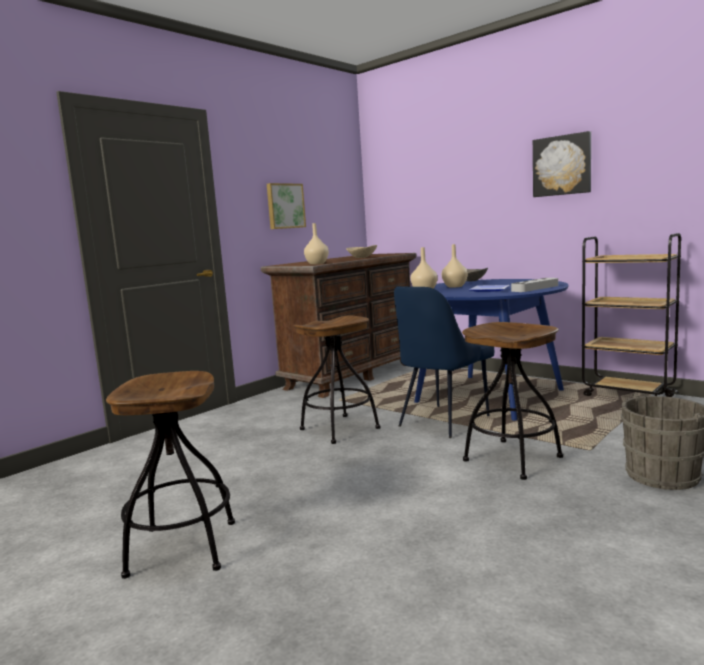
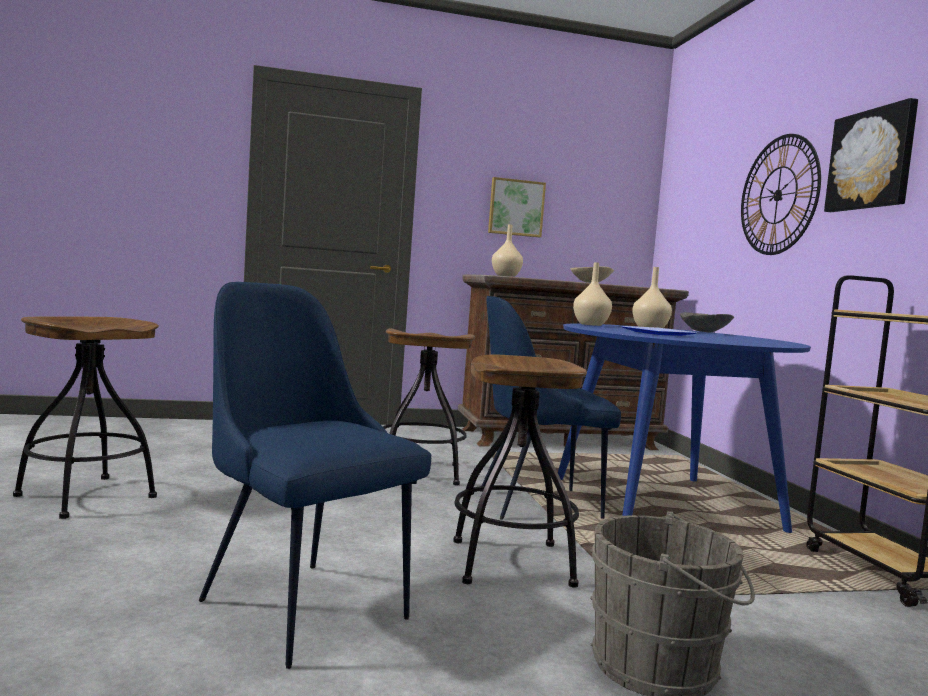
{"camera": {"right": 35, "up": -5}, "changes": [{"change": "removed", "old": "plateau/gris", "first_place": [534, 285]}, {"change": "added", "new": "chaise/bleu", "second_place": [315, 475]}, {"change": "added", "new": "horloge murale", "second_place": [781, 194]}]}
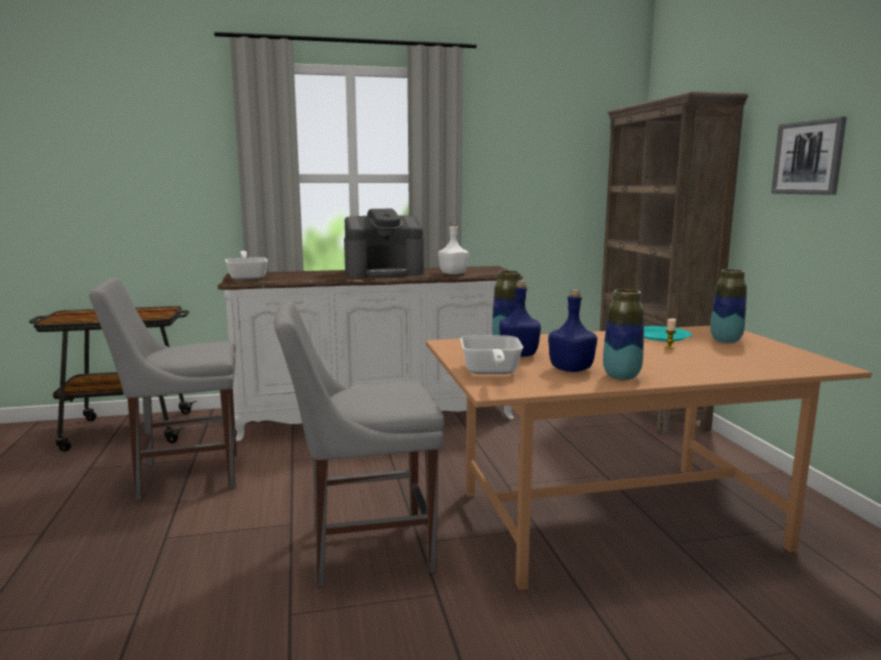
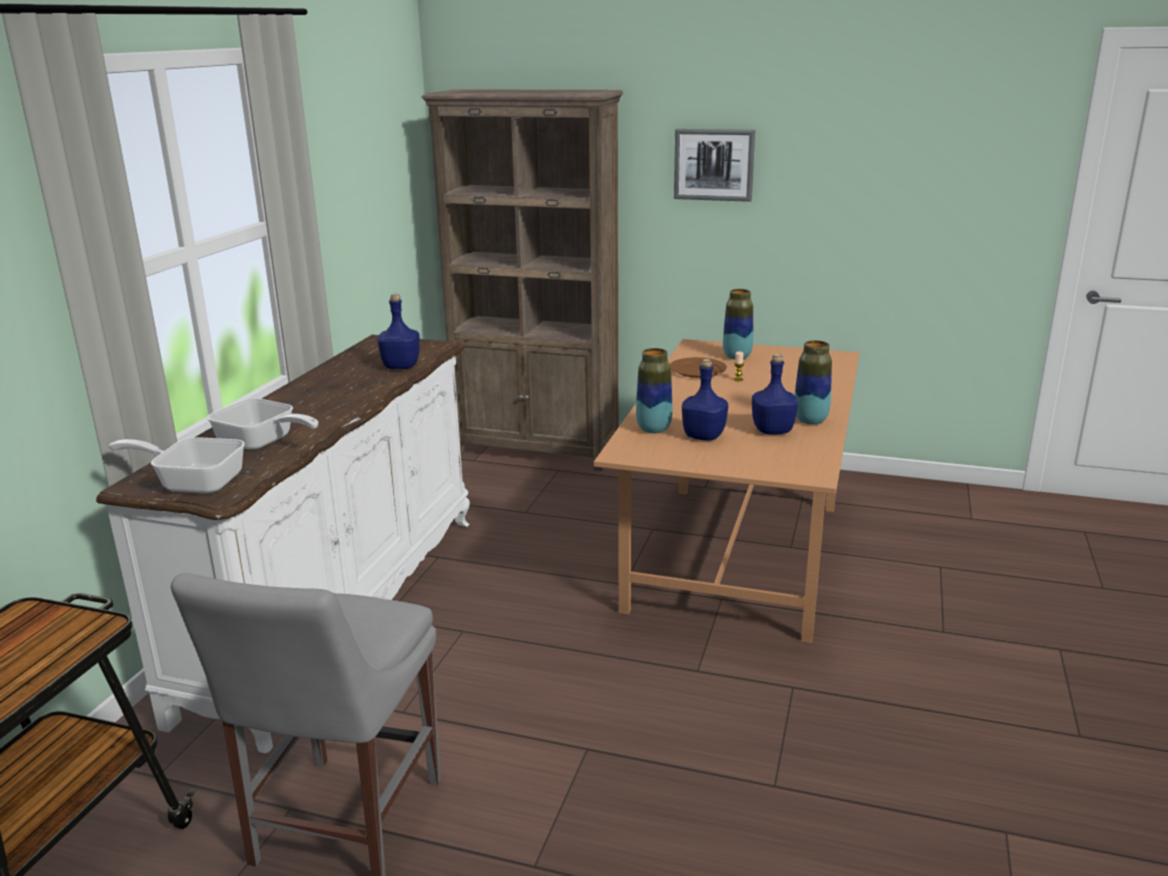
{"camera": {"right": -60, "up": 10}, "changes": [{"change": "removed", "old": "chaise/gris", "first_place": [359, 444]}, {"change": "removed", "old": "machine à café", "first_place": [384, 243]}, {"change": "recoloured", "old": "bouteille/blanc", "new": "bouteille/bleu", "first_place": [453, 248], "second_place": [398, 331]}, {"change": "moved", "old": "poêle", "first_place": [491, 355], "second_place": [262, 424]}, {"change": "recoloured", "old": "assiette/turquoise", "new": "assiette/marron", "first_place": [668, 333], "second_place": [698, 367]}]}
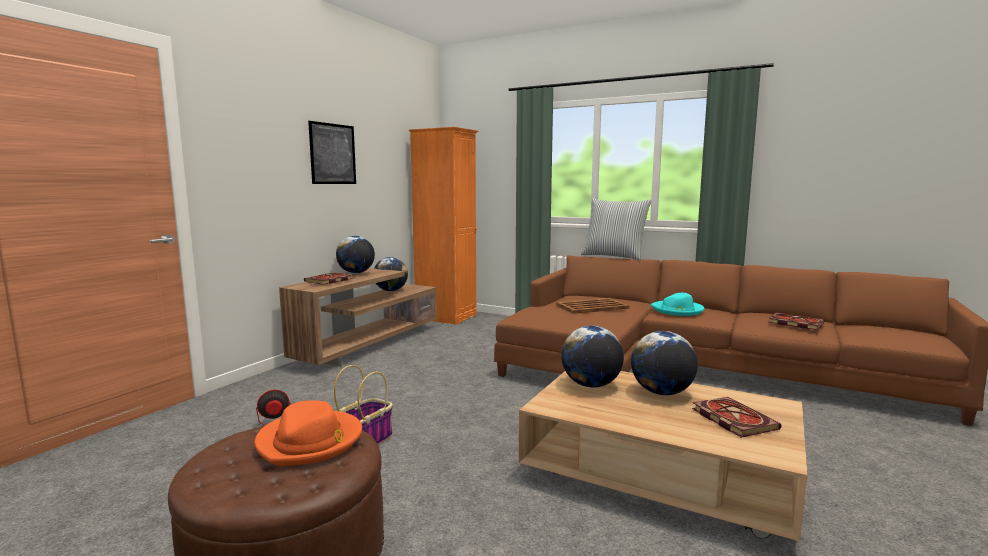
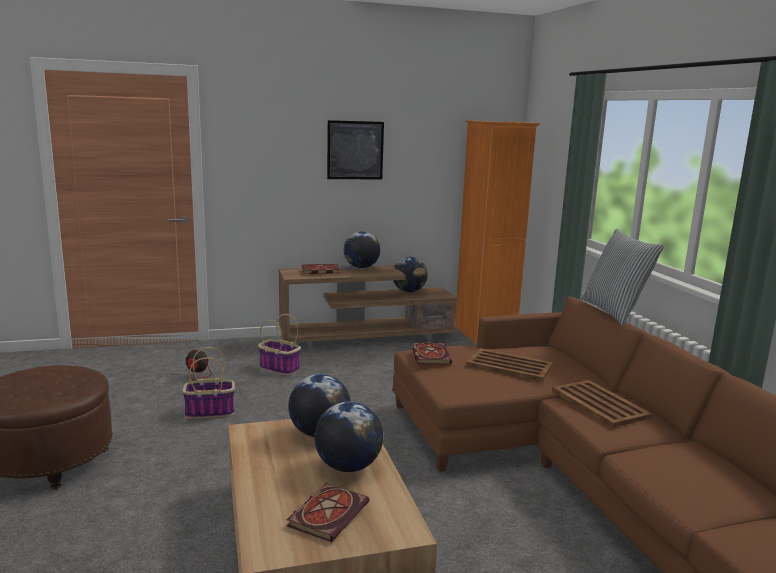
{"camera": {"right": 45, "up": 5}, "changes": [{"change": "removed", "old": "chapeau/orange", "first_place": [308, 433]}, {"change": "replaced", "old": "chapeau/turquoise", "new": "plateau/marron", "first_place": [678, 304], "second_place": [602, 404]}, {"change": "moved", "old": "livre", "first_place": [797, 321], "second_place": [432, 353]}, {"change": "added", "new": "panier", "second_place": [279, 344]}]}
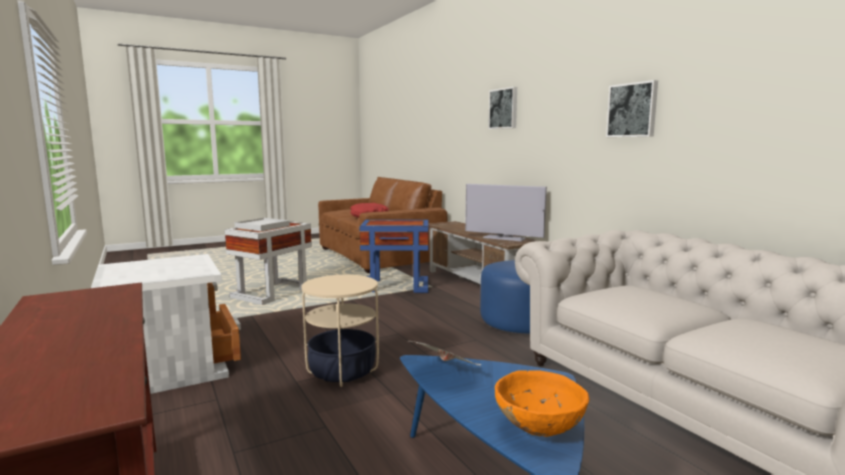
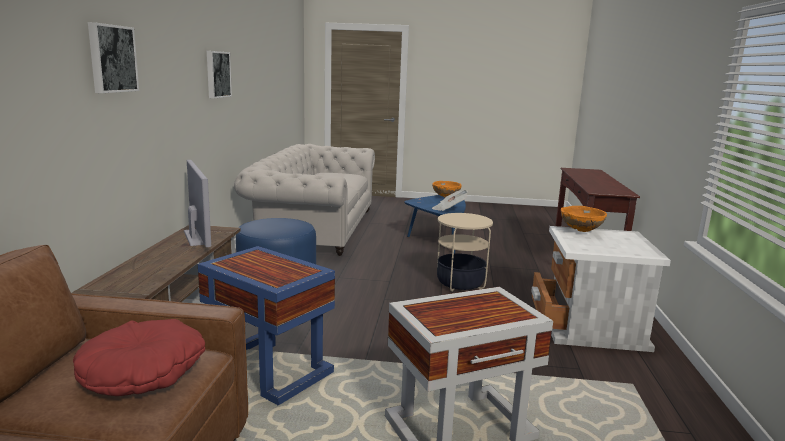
{"camera": {"right": -145, "up": 5}, "changes": [{"change": "removed", "old": "plateau/blanc", "first_place": [262, 224]}, {"change": "added", "new": "bol/orange", "second_place": [584, 219]}]}
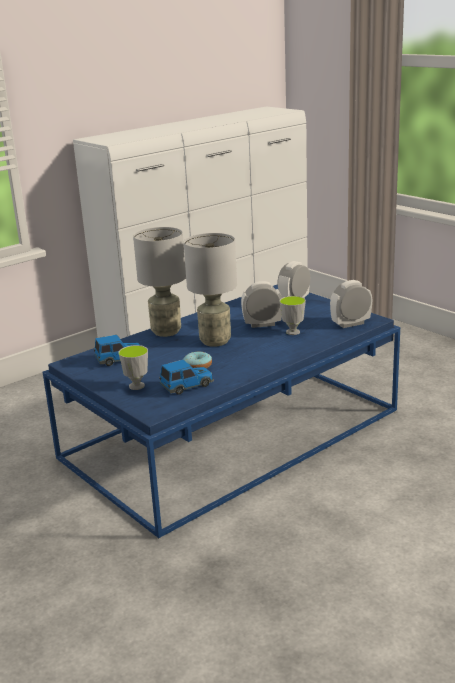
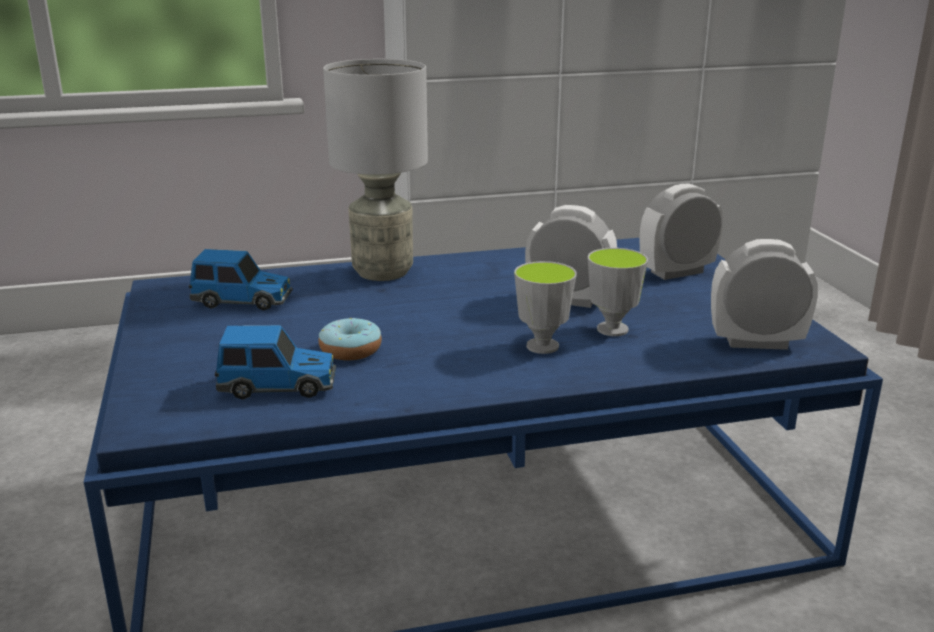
{"camera": {"right": 25, "up": 0}, "changes": [{"change": "moved", "old": "tasse", "first_place": [133, 367], "second_place": [545, 307]}, {"change": "removed", "old": "lampe de table/gris", "first_place": [210, 290]}]}
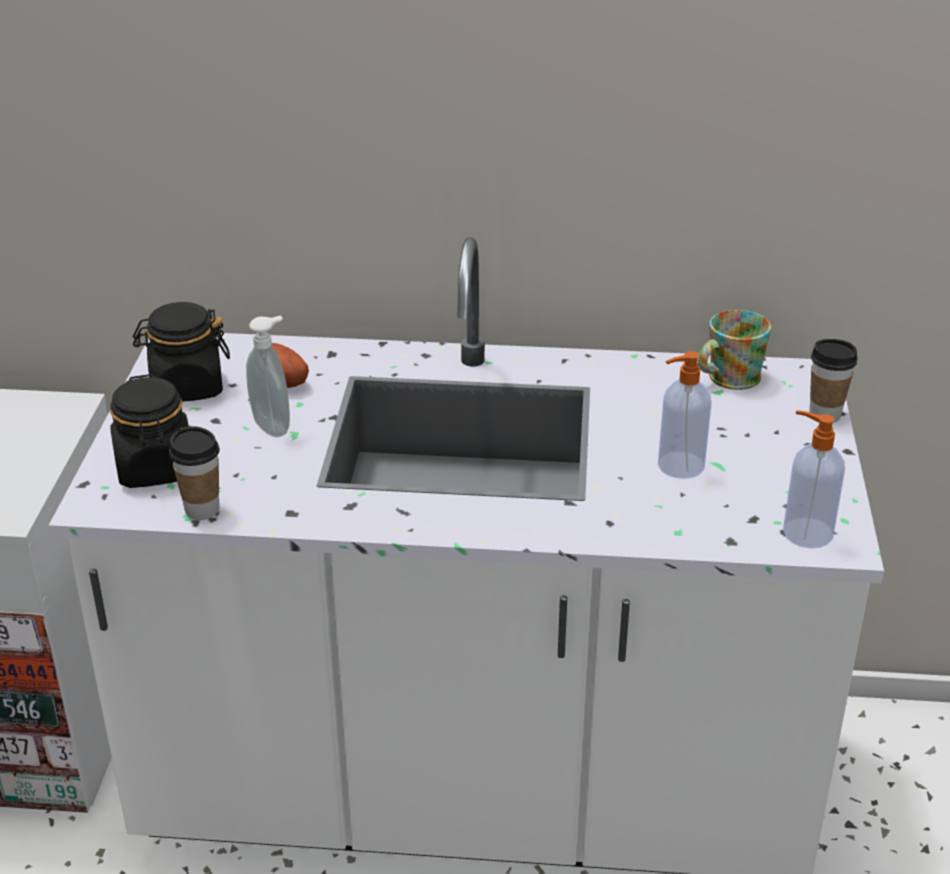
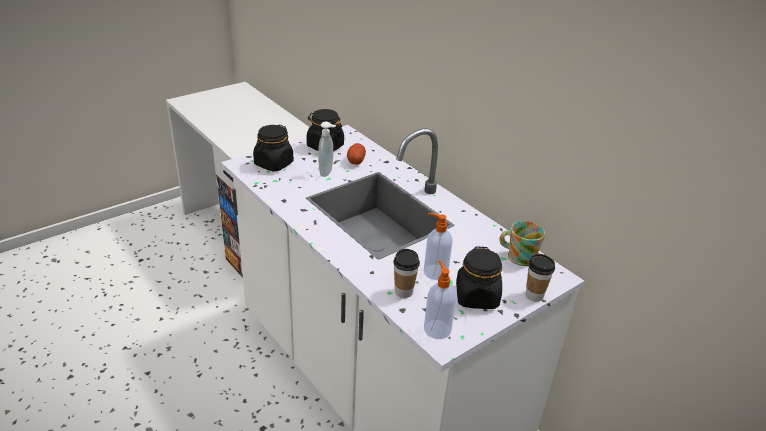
{"camera": {"right": 45, "up": 0}, "changes": [{"change": "moved", "old": "tasse", "first_place": [194, 473], "second_place": [406, 273]}, {"change": "added", "new": "bocal/noir", "second_place": [479, 277]}]}
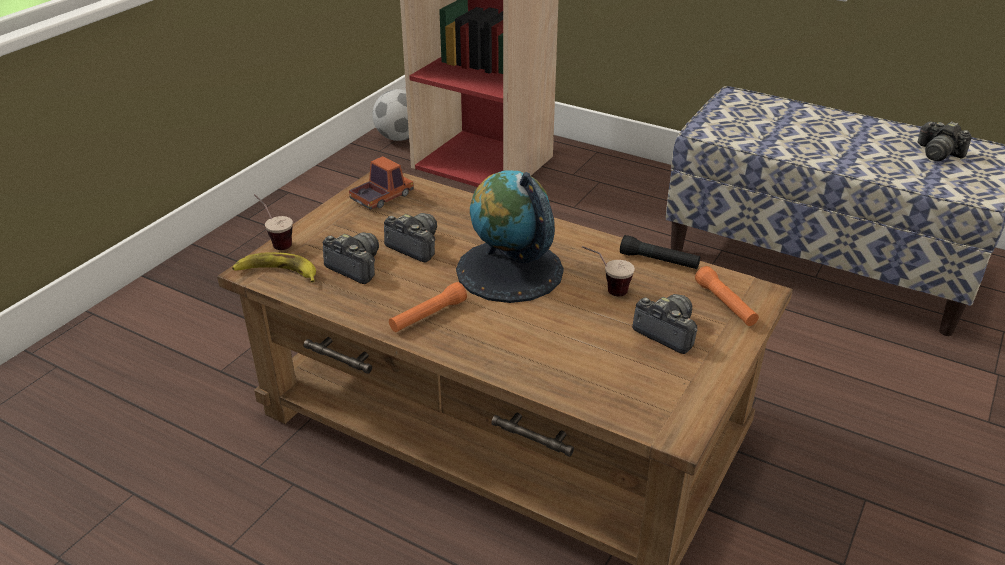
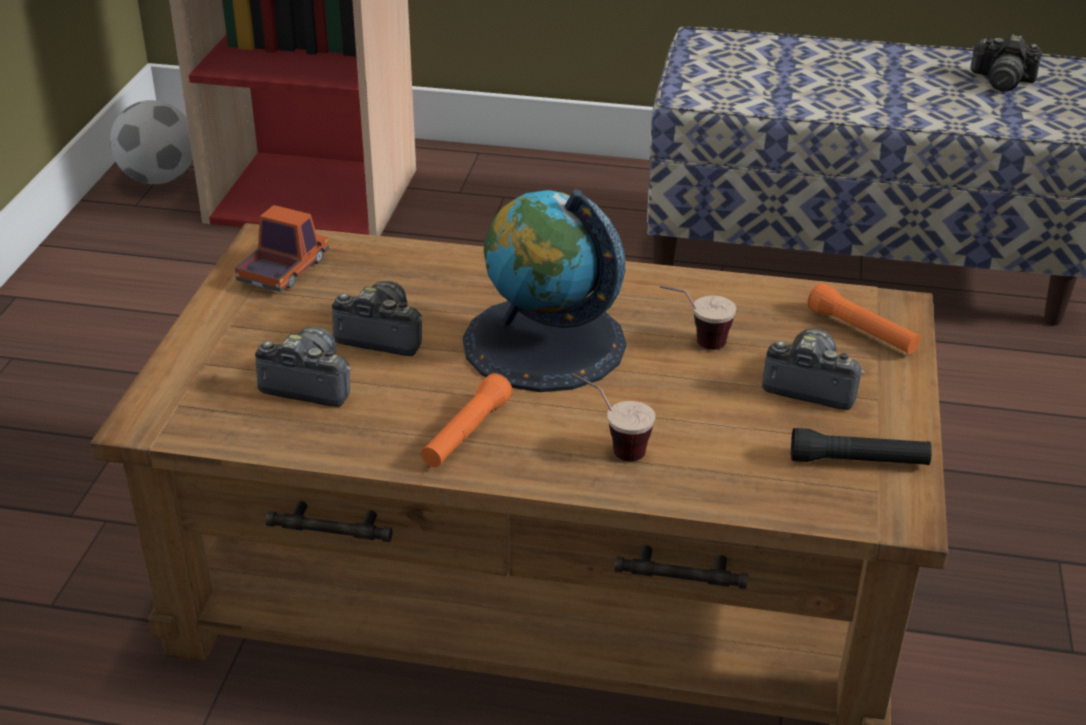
{"camera": {"right": -20, "up": 0}, "changes": [{"change": "removed", "old": "banane", "first_place": [274, 268]}, {"change": "moved", "old": "tasse", "first_place": [273, 222], "second_place": [614, 417]}, {"change": "moved", "old": "lampe de poche/noir", "first_place": [660, 252], "second_place": [861, 446]}]}
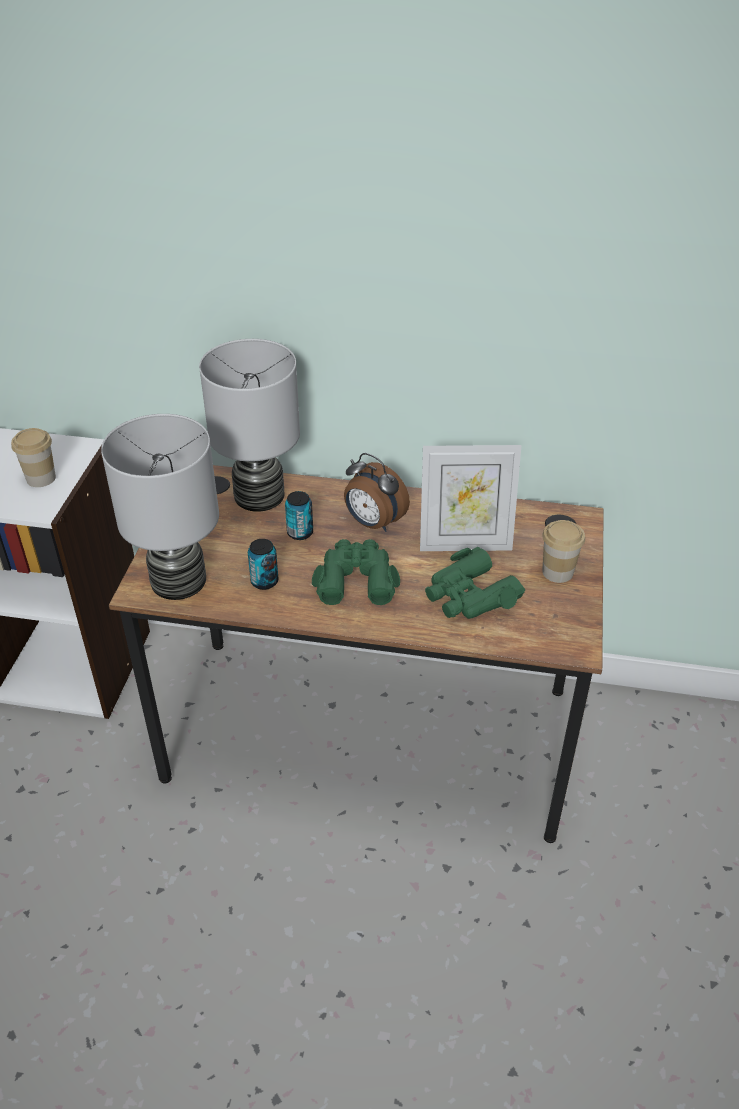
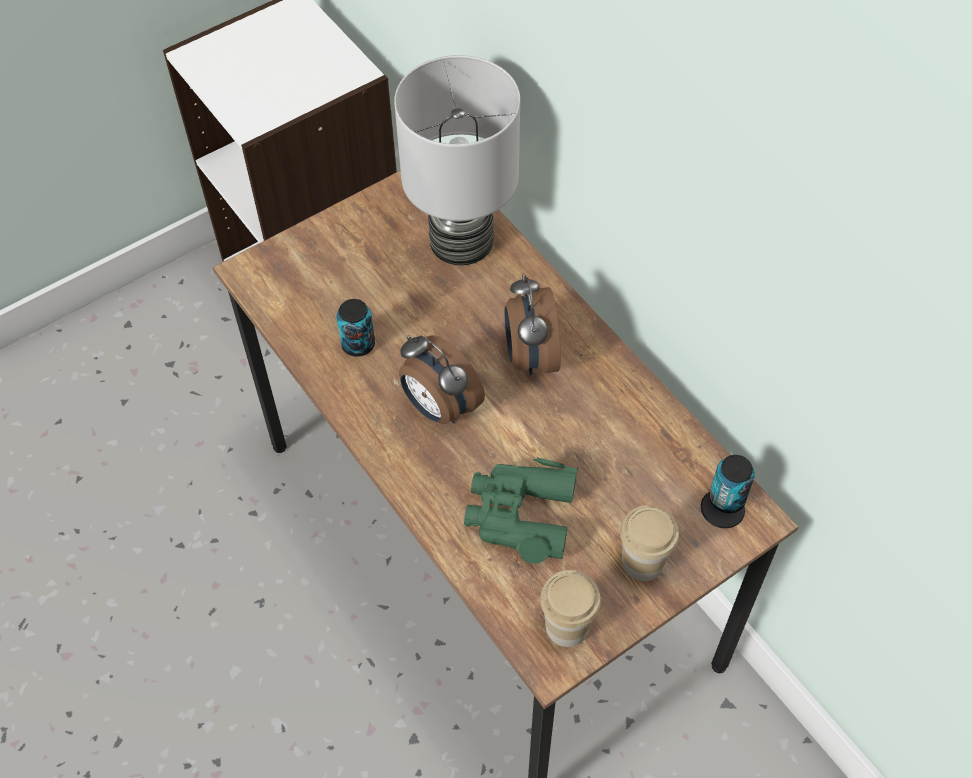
{"camera": {"right": 45, "up": 15}, "changes": [{"change": "moved", "old": "tasse", "first_place": [33, 457], "second_place": [570, 608]}, {"change": "removed", "old": "lampe de table/gris", "first_place": [160, 507]}, {"change": "moved", "old": "boîte métallique", "first_place": [299, 515], "second_place": [732, 484]}, {"change": "replaced", "old": "jumelles/vert", "new": "réveil", "first_place": [356, 572], "second_place": [442, 379]}, {"change": "removed", "old": "cadre photo", "first_place": [470, 498]}]}
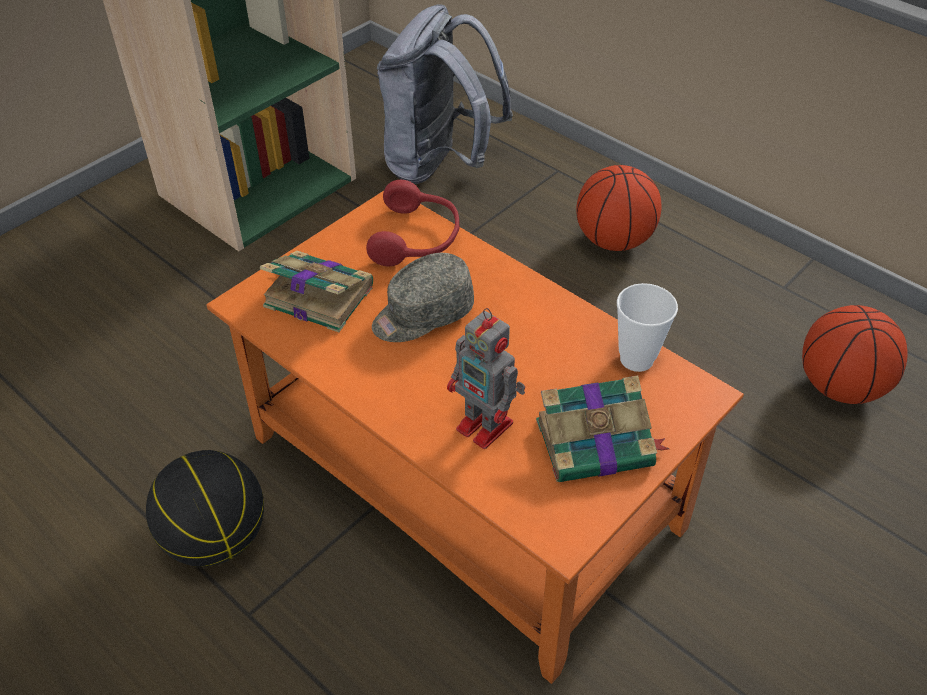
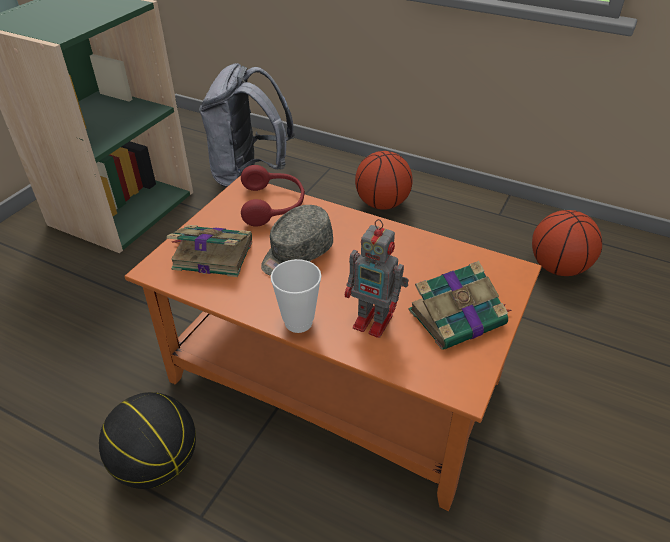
{"camera": {"right": -15, "up": -5}, "changes": [{"change": "moved", "old": "tasse", "first_place": [647, 327], "second_place": [296, 296]}]}
